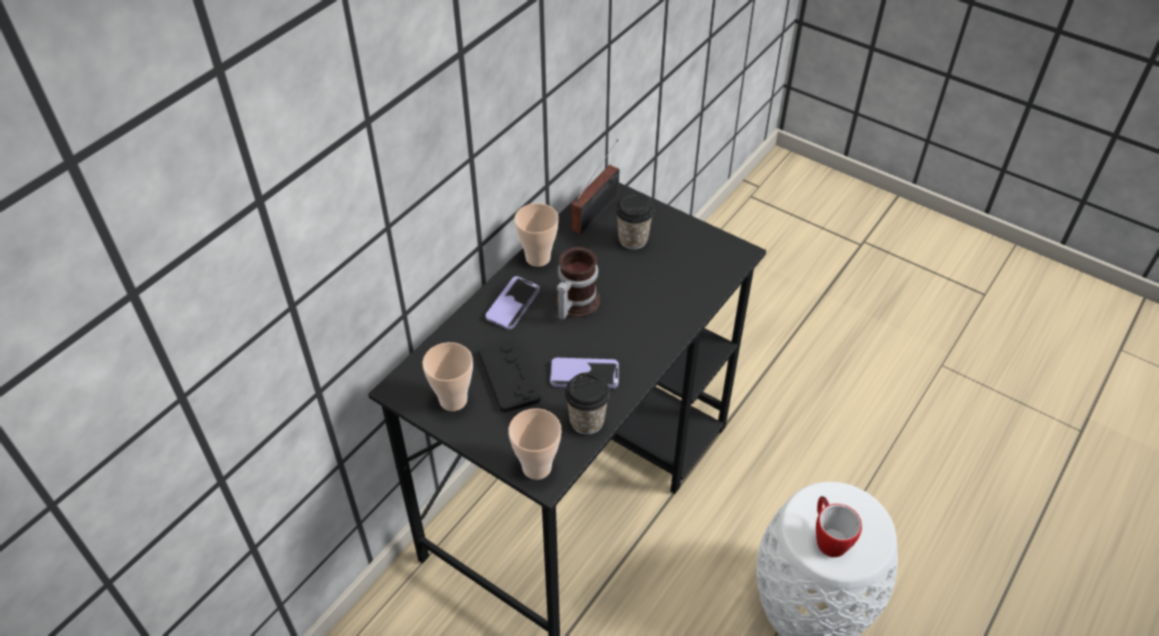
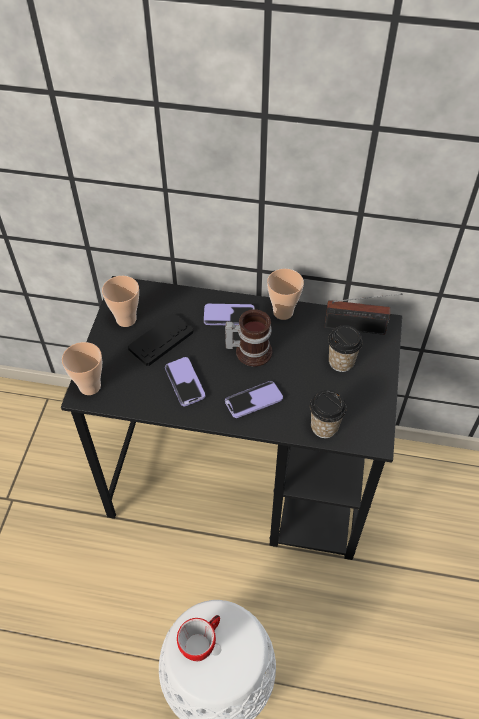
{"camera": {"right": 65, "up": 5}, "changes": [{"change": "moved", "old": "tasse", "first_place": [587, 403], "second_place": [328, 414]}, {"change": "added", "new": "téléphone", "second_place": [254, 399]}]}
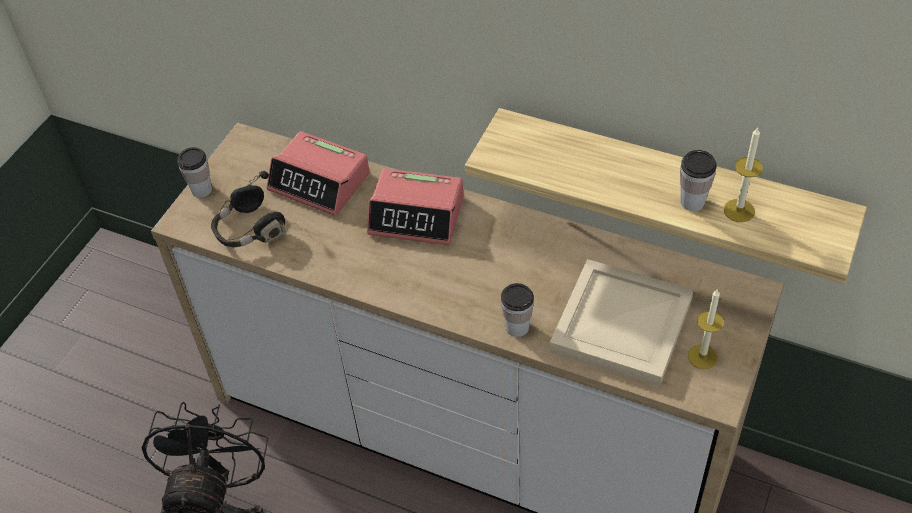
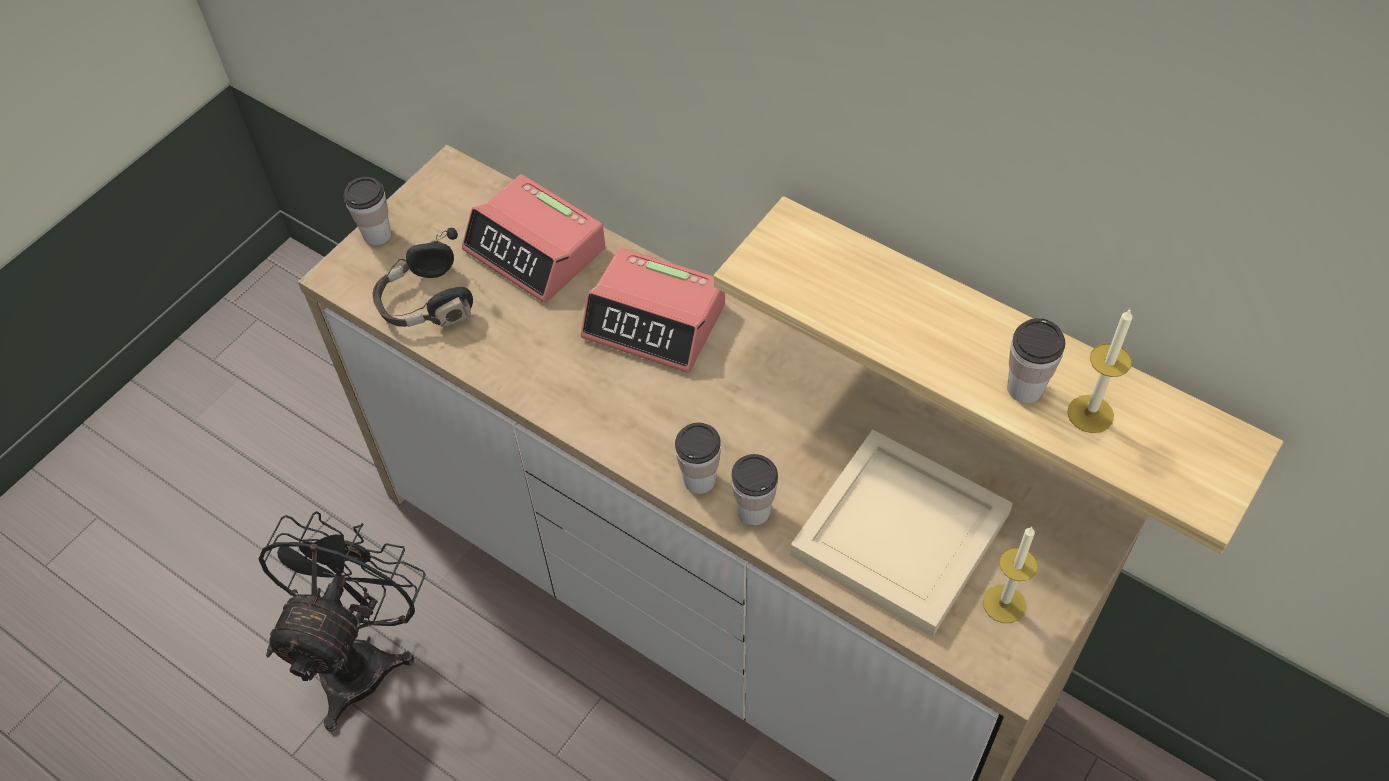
{"camera": {"right": 10, "up": 5}, "changes": [{"change": "added", "new": "tasse", "second_place": [698, 458]}]}
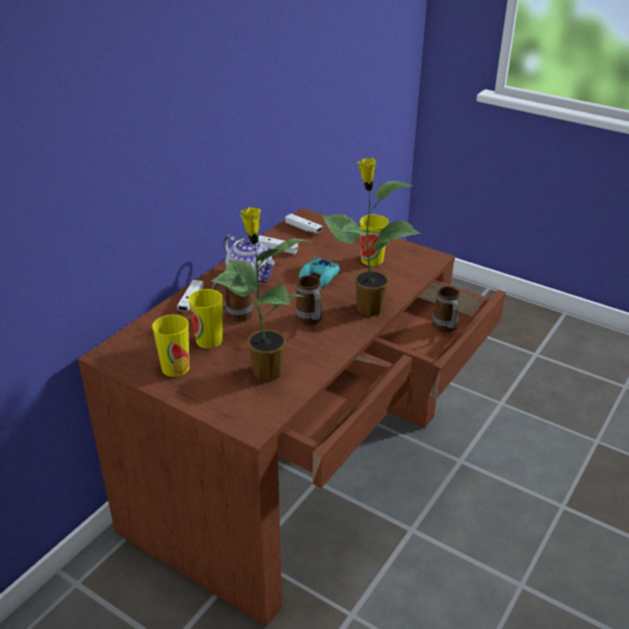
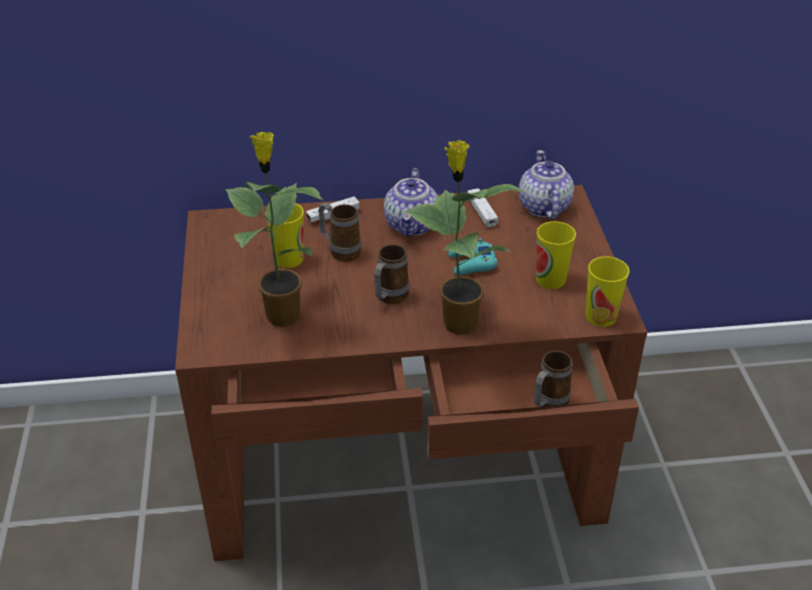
{"camera": {"right": 50, "up": 5}, "changes": [{"change": "moved", "old": "tasse", "first_place": [171, 346], "second_place": [607, 291]}, {"change": "replaced", "old": "manette/blanc", "new": "théière", "first_place": [303, 223], "second_place": [546, 184]}]}
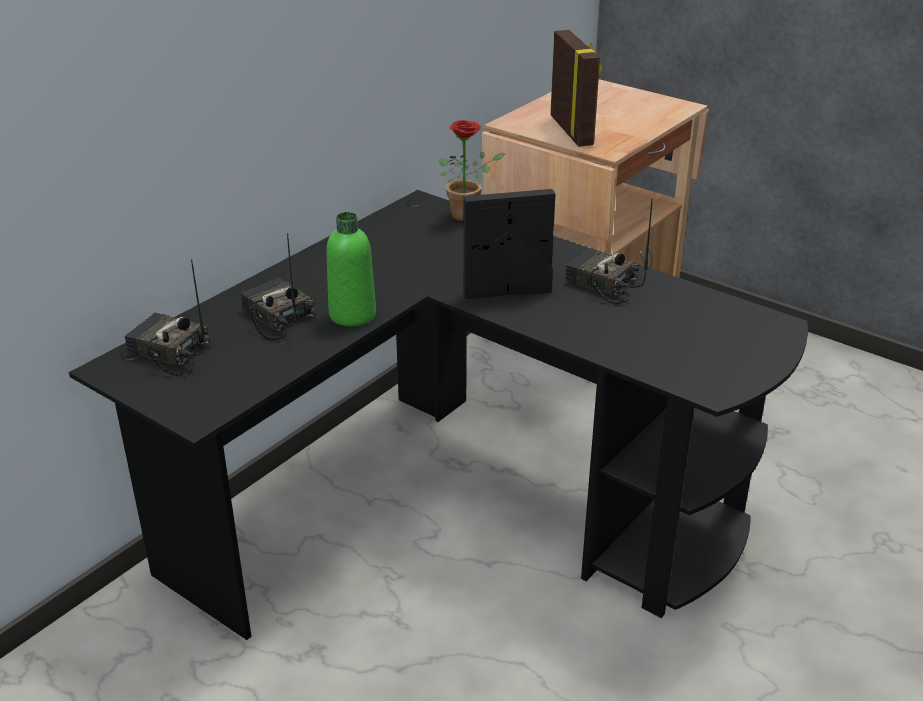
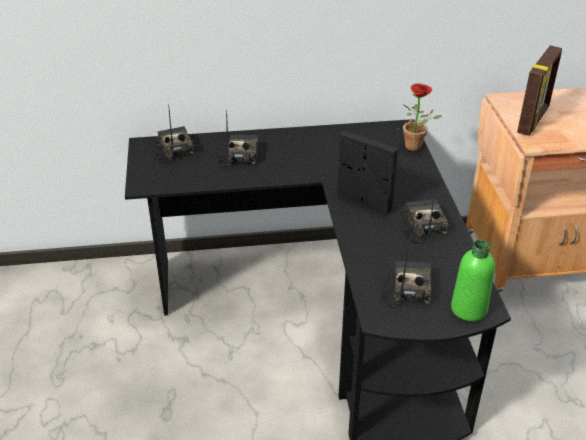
{"camera": {"right": 45, "up": 5}, "changes": [{"change": "moved", "old": "bouteille/vert", "first_place": [351, 269], "second_place": [473, 280]}, {"change": "added", "new": "radio", "second_place": [407, 278]}]}
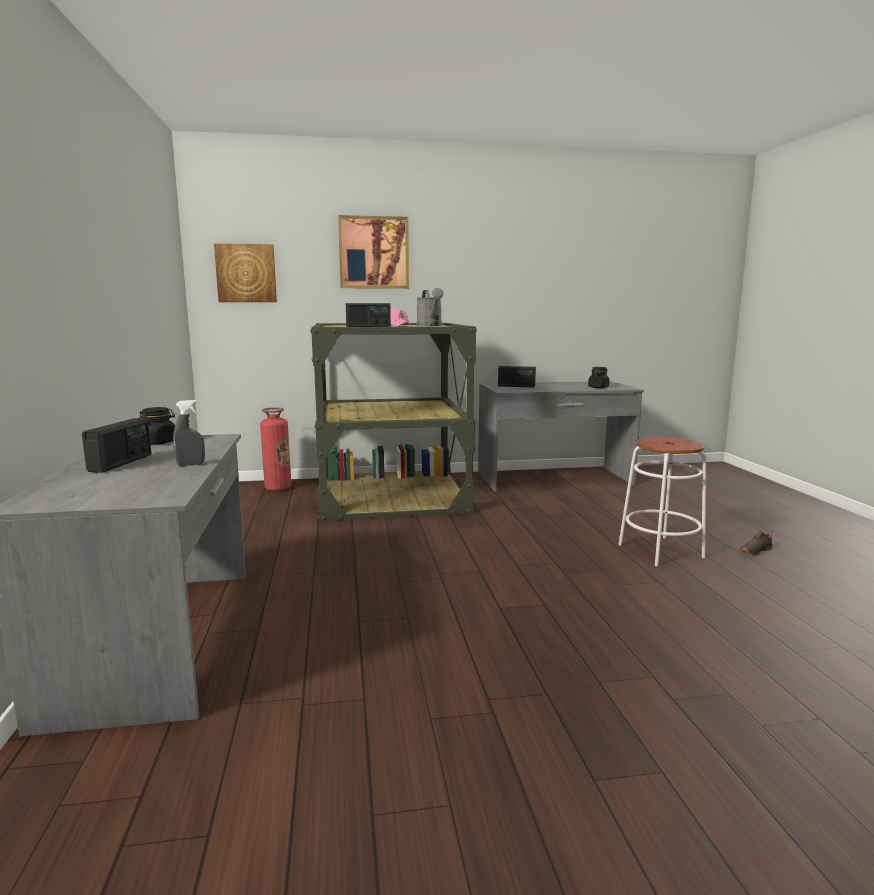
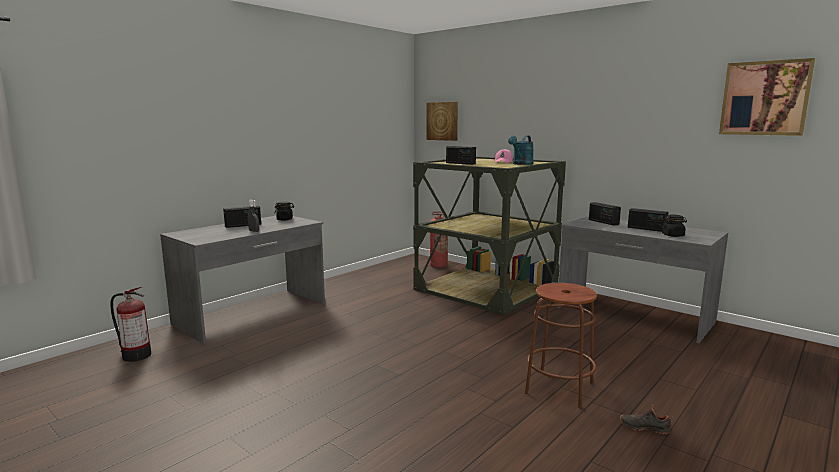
{"camera": {"right": 50, "up": 0}, "changes": [{"change": "moved", "old": "tableau", "first_place": [373, 252], "second_place": [767, 97]}, {"change": "recoloured", "old": "arrosoir/gris", "new": "arrosoir/turquoise", "first_place": [430, 307], "second_place": [521, 150]}, {"change": "recoloured", "old": "tabouret/blanc", "new": "tabouret/marron", "first_place": [662, 502], "second_place": [561, 346]}, {"change": "added", "new": "extincteur", "second_place": [130, 324]}, {"change": "added", "new": "radio", "second_place": [648, 220]}]}
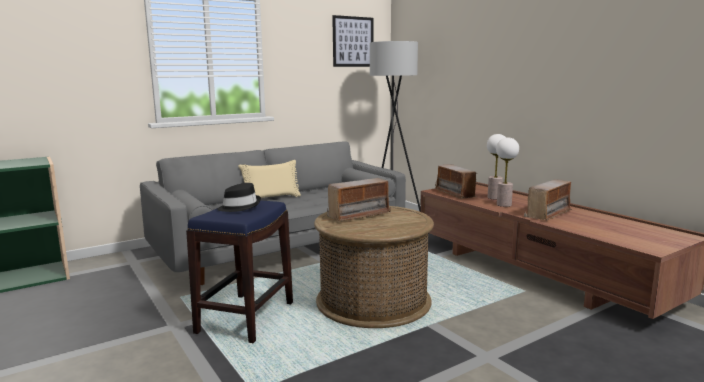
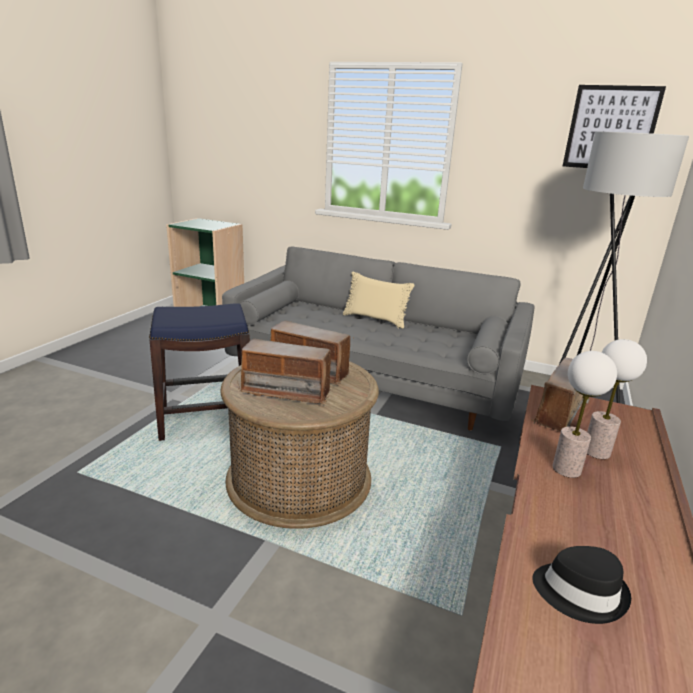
{"camera": {"right": 55, "up": 10}, "changes": [{"change": "moved", "old": "chapeau/noir", "first_place": [239, 197], "second_place": [581, 585]}, {"change": "moved", "old": "radio", "first_place": [548, 200], "second_place": [286, 372]}]}
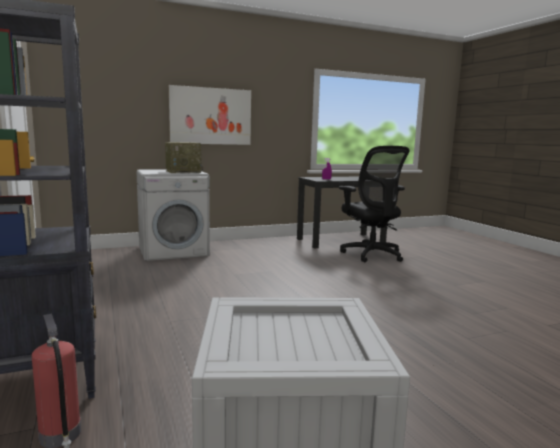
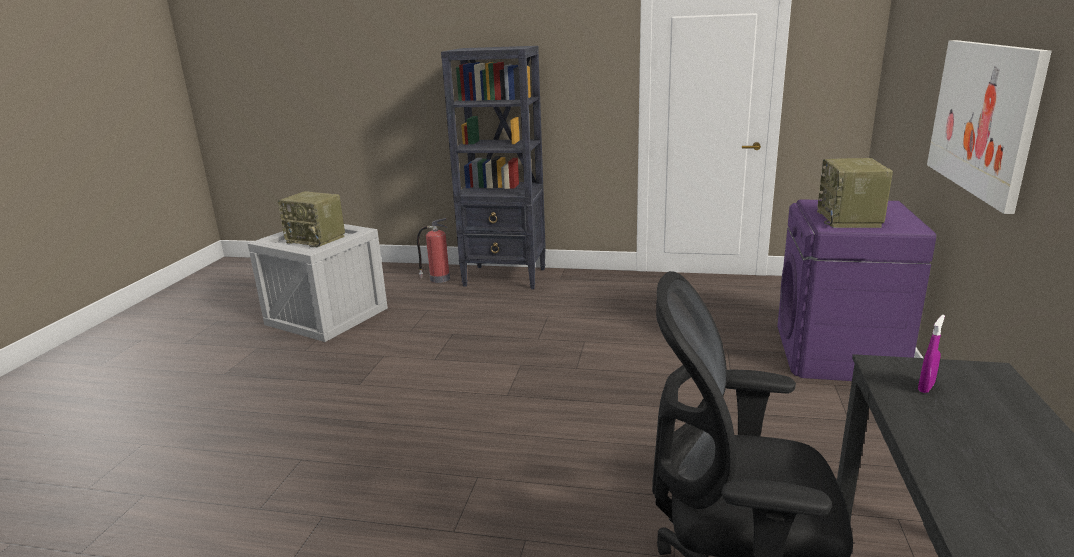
{"camera": {"right": 125, "up": 10}, "changes": [{"change": "recoloured", "old": "lave-linge/blanc", "new": "lave-linge/violet", "first_place": [173, 215], "second_place": [856, 290]}, {"change": "added", "new": "radio", "second_place": [311, 219]}]}
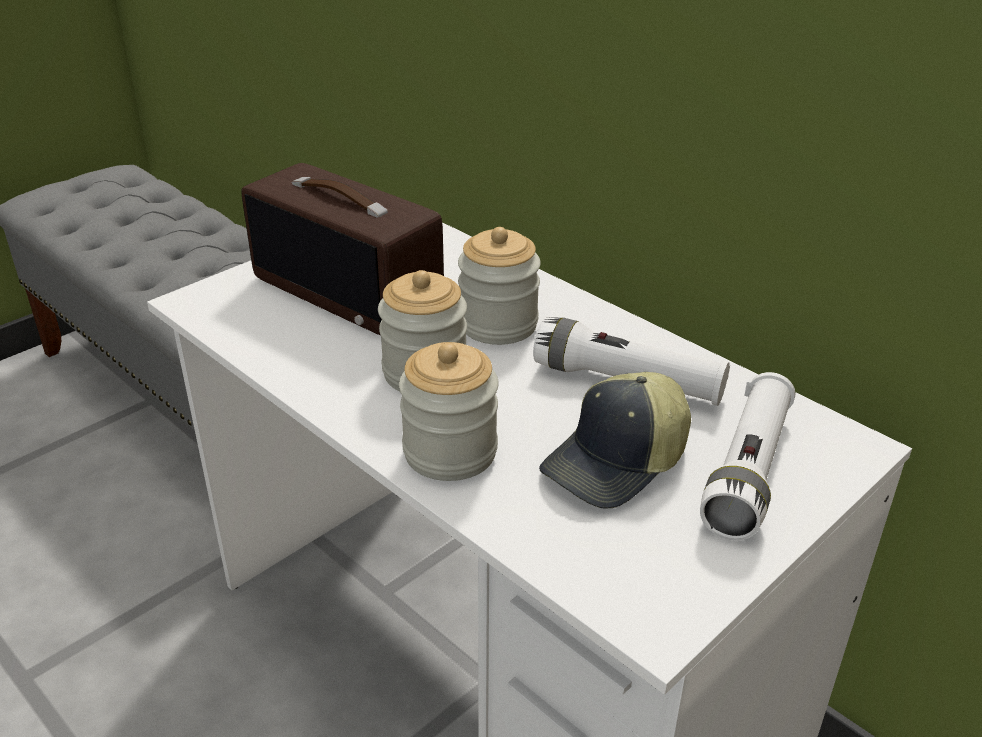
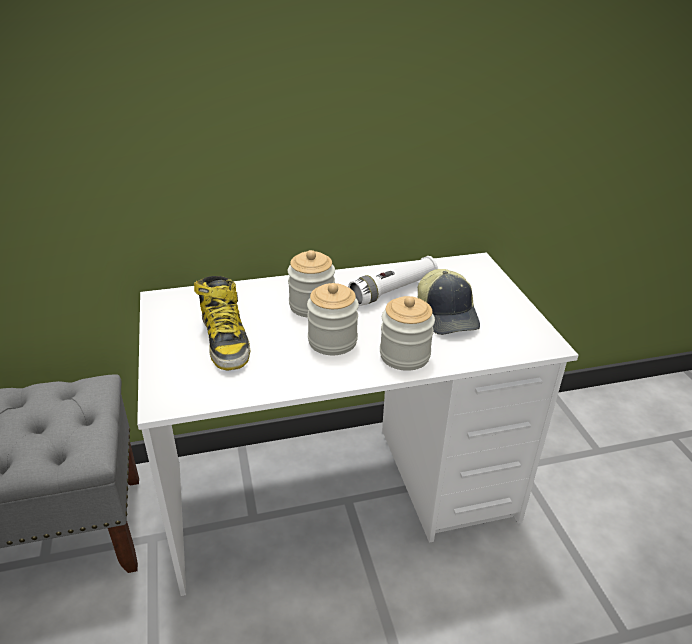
{"camera": {"right": -60, "up": 0}, "changes": [{"change": "replaced", "old": "radio", "new": "botte", "first_place": [342, 249], "second_place": [222, 323]}, {"change": "removed", "old": "lampe de poche/blanc", "first_place": [747, 456]}]}
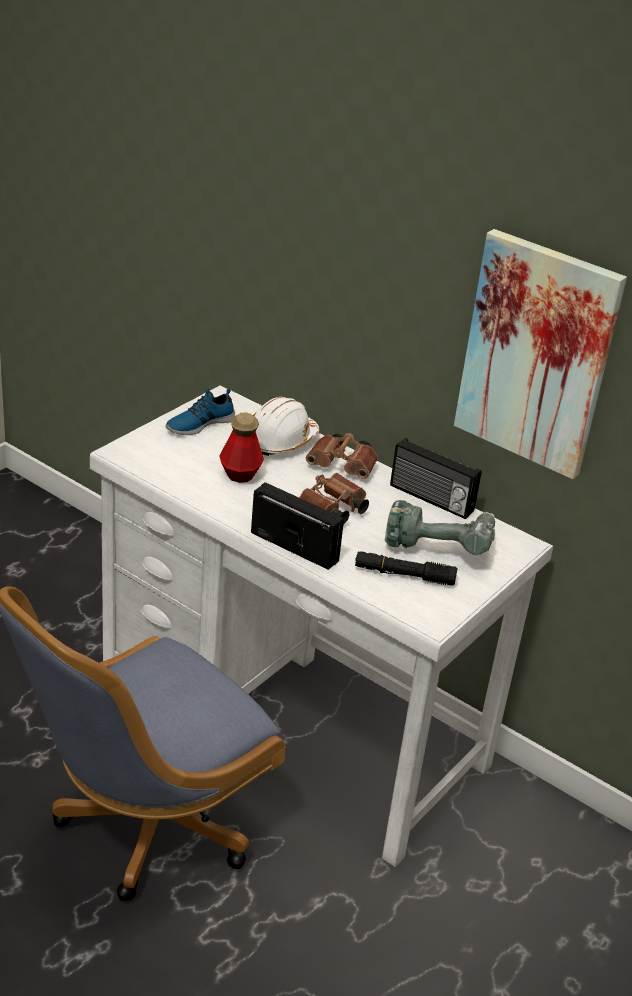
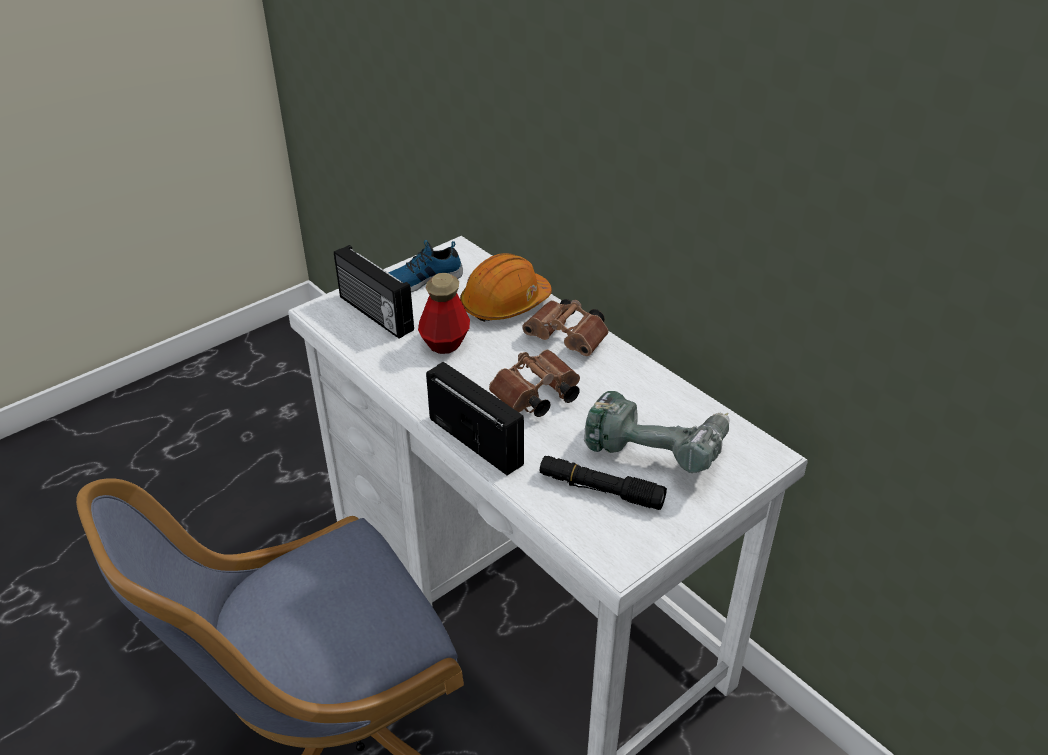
{"camera": {"right": 15, "up": 5}, "changes": [{"change": "recoloured", "old": "casque de chantier/blanc", "new": "casque de chantier/orange", "first_place": [286, 426], "second_place": [506, 287]}, {"change": "moved", "old": "radio", "first_place": [436, 478], "second_place": [374, 292]}, {"change": "removed", "old": "tableau", "first_place": [540, 354]}]}
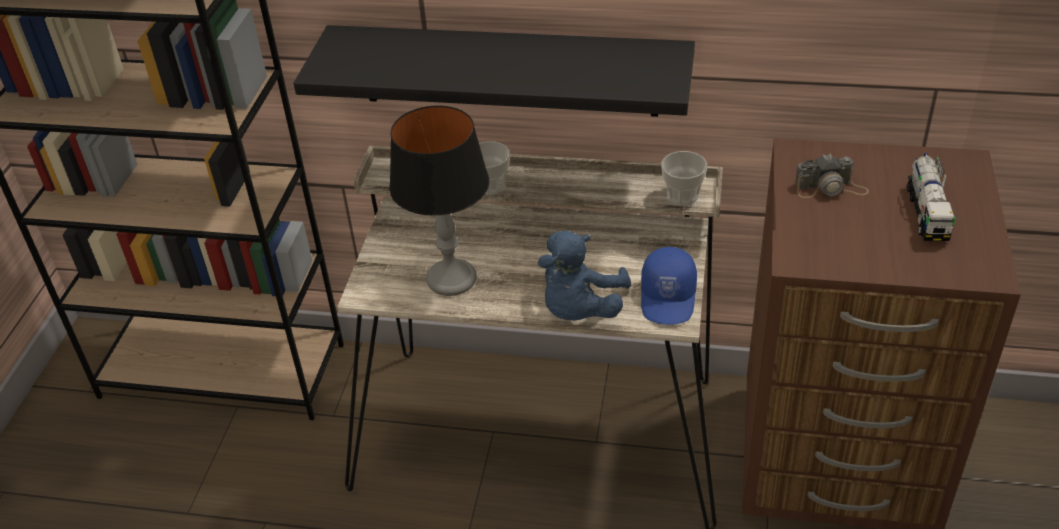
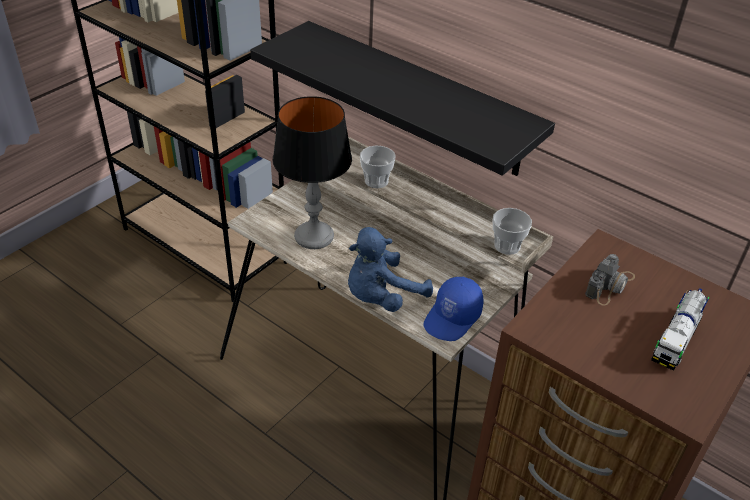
{"camera": {"right": 25, "up": 0}, "changes": [{"change": "turned", "old": "appareil photo", "first_place": [832, 176], "second_place": [610, 280], "degrees": -75}]}
